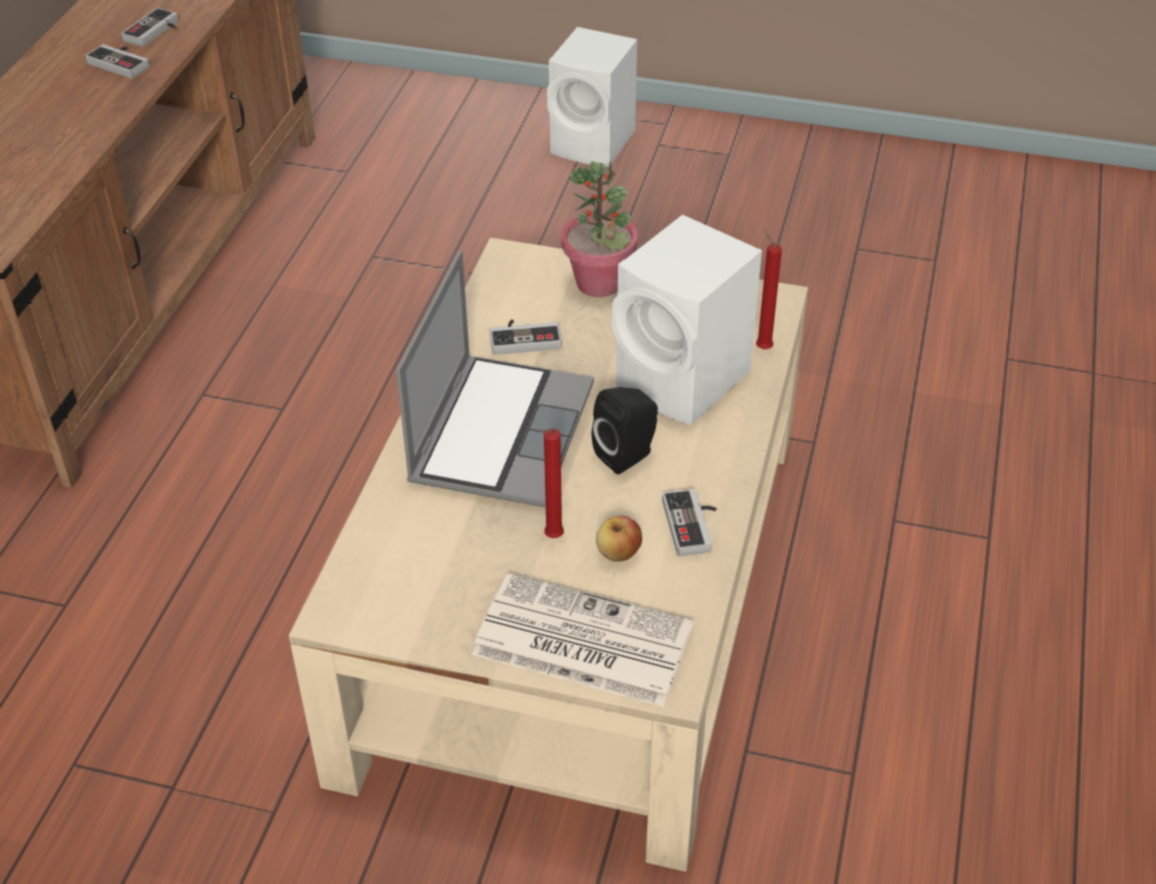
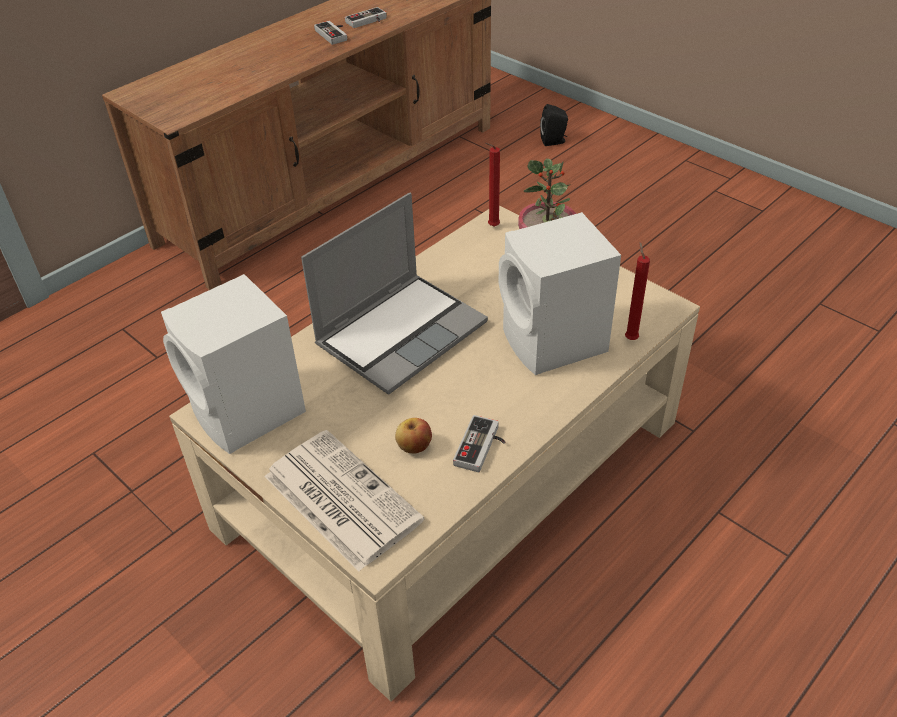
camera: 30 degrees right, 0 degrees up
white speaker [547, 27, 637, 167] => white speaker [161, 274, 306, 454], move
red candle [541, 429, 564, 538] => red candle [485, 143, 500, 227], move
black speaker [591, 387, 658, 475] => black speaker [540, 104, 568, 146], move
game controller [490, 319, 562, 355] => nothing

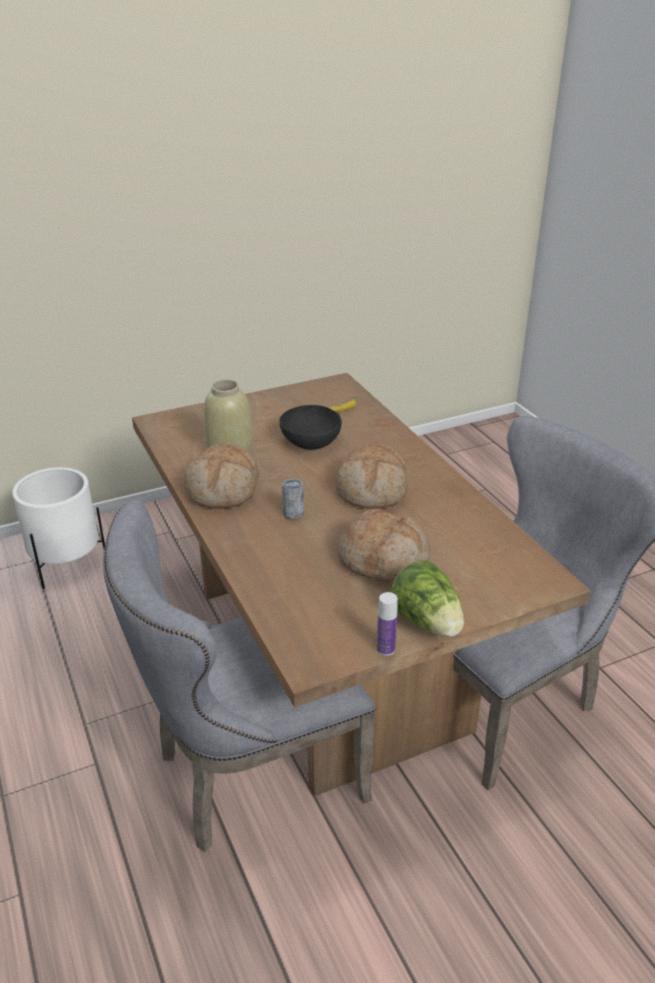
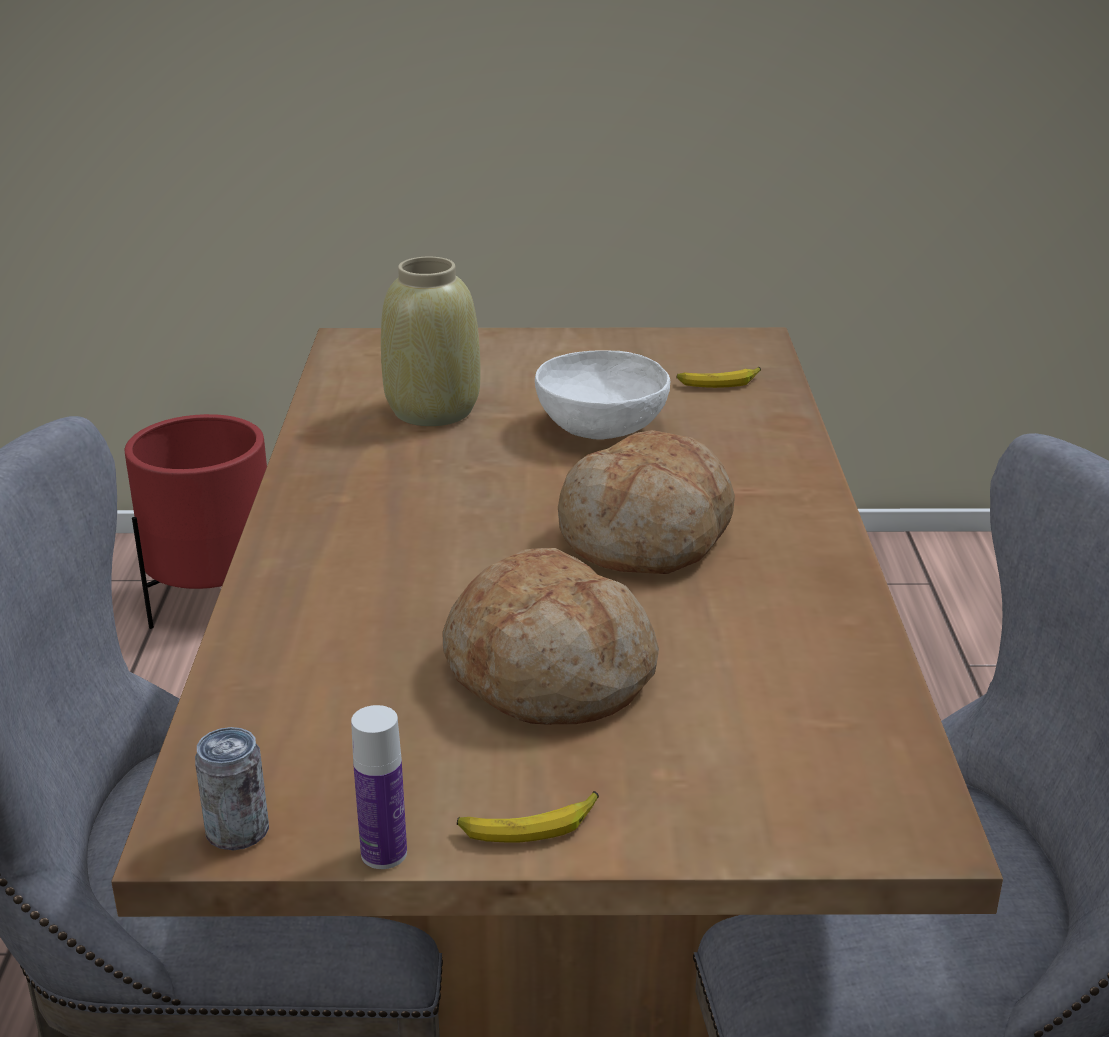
camera: 25 degrees right, 5 degrees down
white planter [12, 467, 105, 589] => red planter [125, 414, 267, 629]
can [282, 479, 304, 520] => can [195, 727, 269, 850], move
lettuce [391, 561, 464, 637] => banana [457, 791, 599, 843]
black bowl [279, 405, 342, 450] => white bowl [535, 350, 670, 440]
bread [184, 444, 259, 509] => nothing

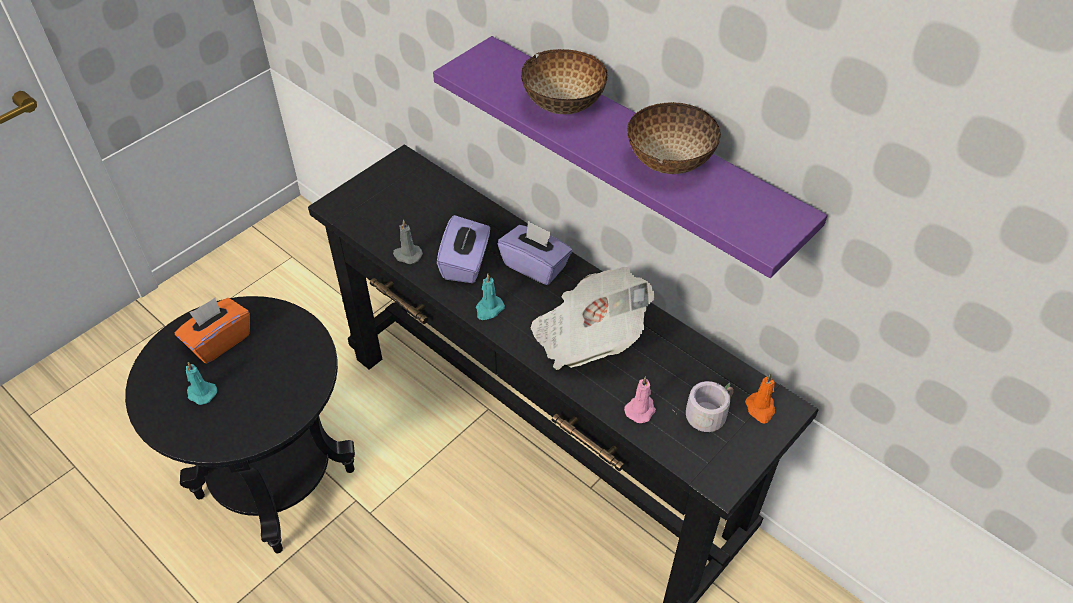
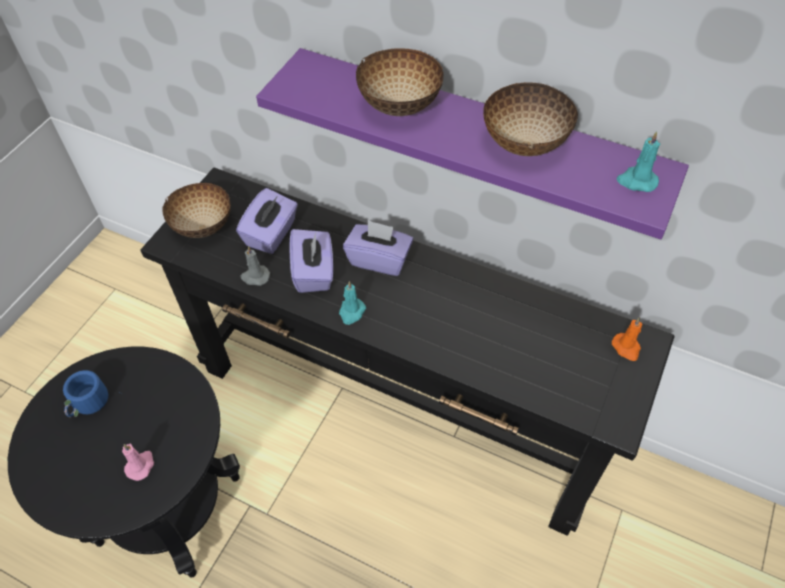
camera: 15 degrees left, 5 degrees up
orange tissue box [175, 298, 250, 363] => blue mug [63, 370, 117, 417]
pink candle [624, 377, 656, 423] => pink candle [122, 444, 154, 481], move
nothing => bowl [162, 183, 231, 238]
nothing => purple tissue box [236, 188, 298, 254]
turquoise candle [186, 362, 217, 405] => turquoise candle [616, 131, 660, 192], move
newspaper [530, 267, 655, 370] => nothing
grey mug [672, 381, 733, 432] => nothing

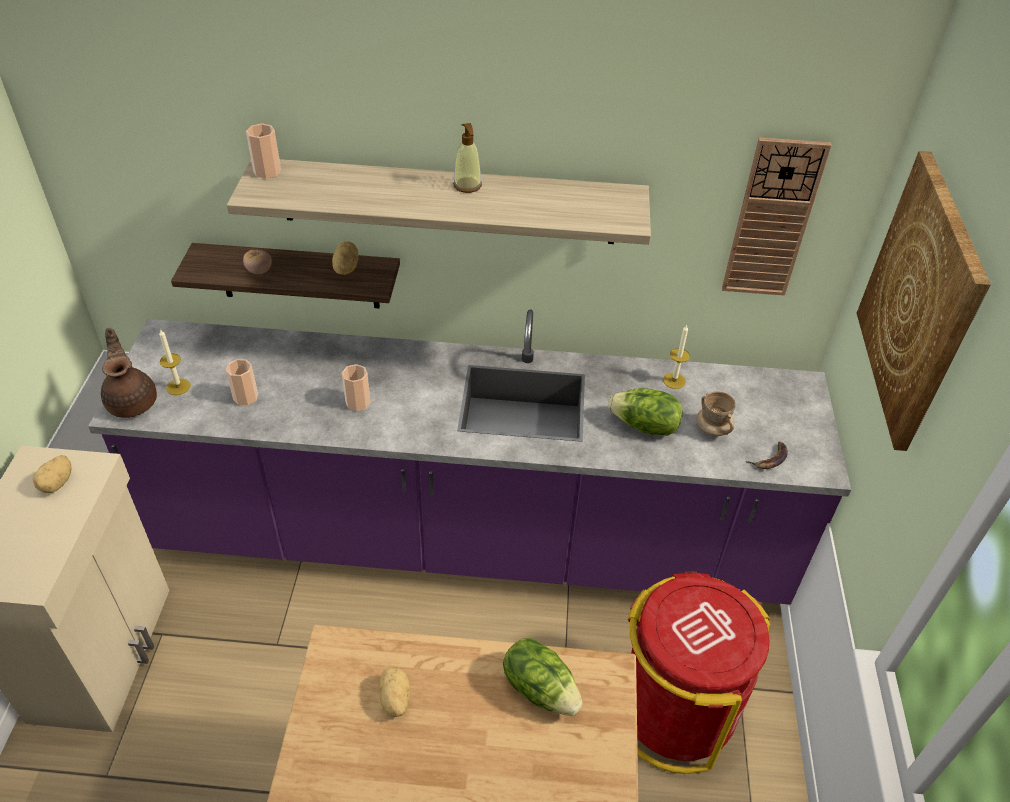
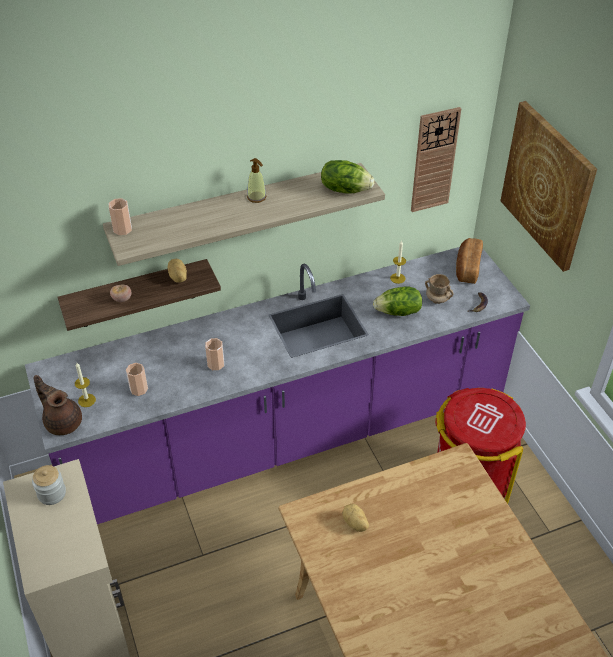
camera: 25 degrees left, 0 degrees up
potato [33, 455, 72, 493] => jar [32, 465, 66, 505]
lettuce [503, 638, 583, 716] => lettuce [321, 160, 374, 194], move
nothing => bread [456, 238, 483, 284]

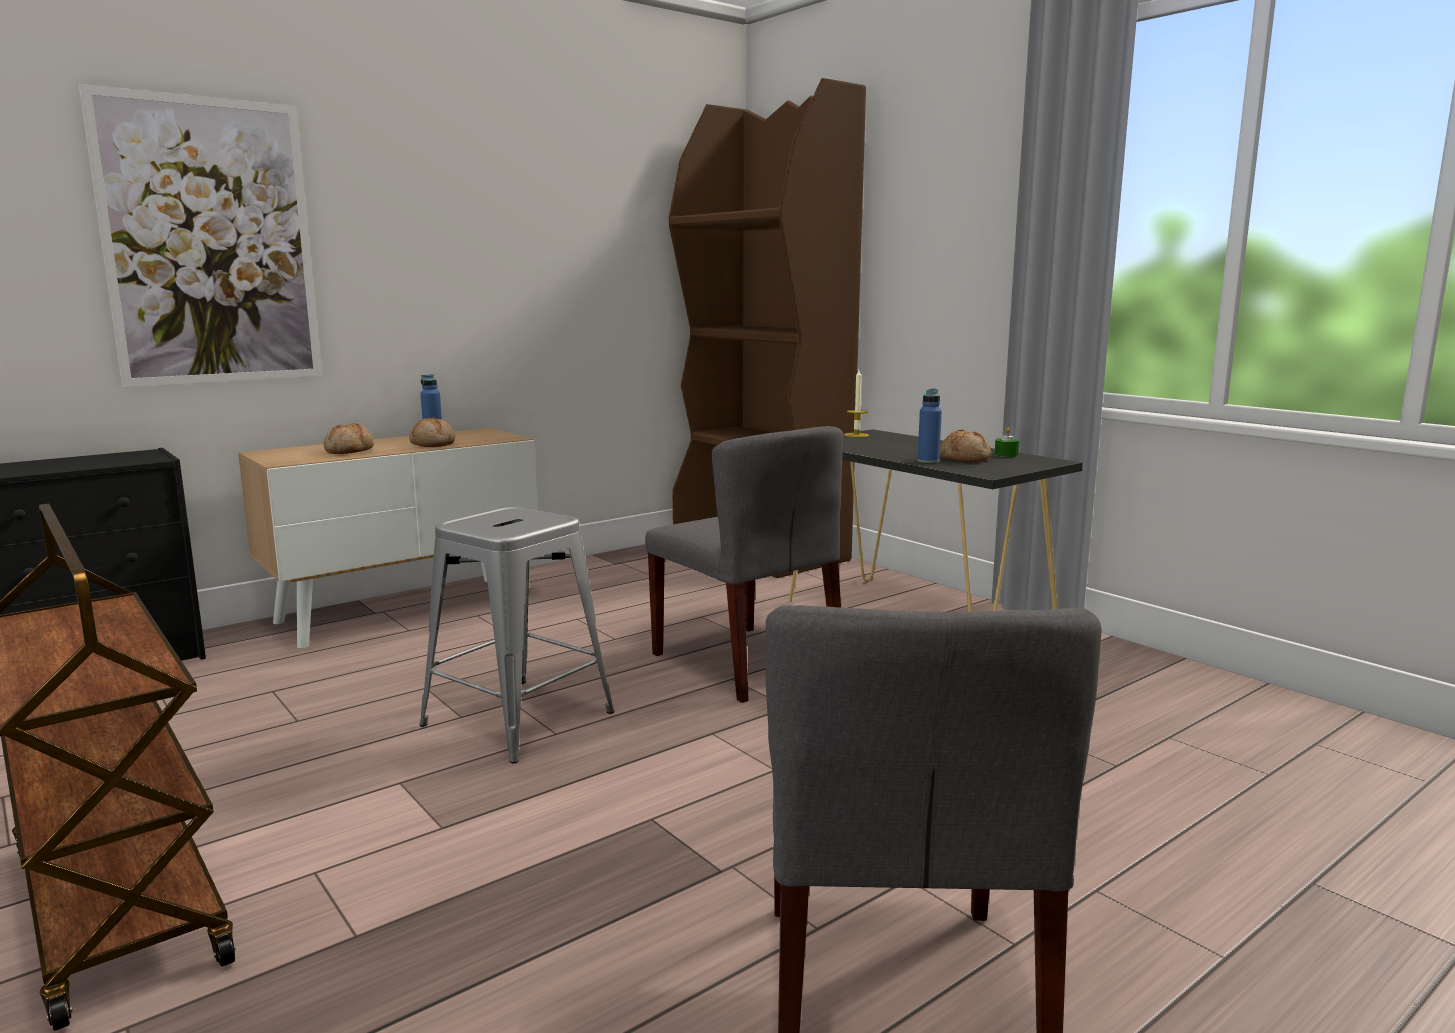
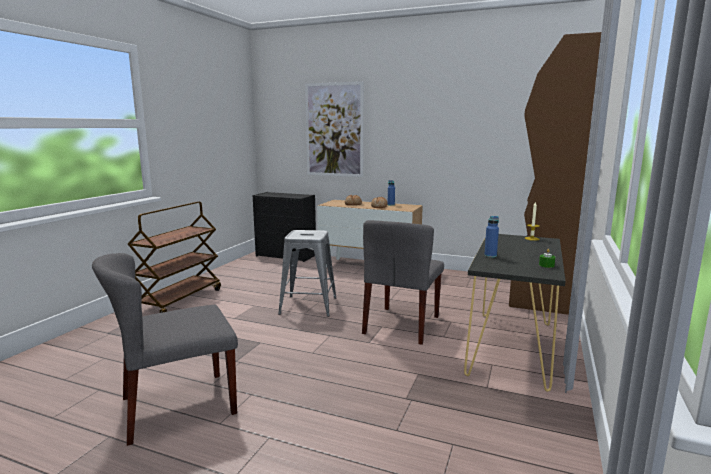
camera: 60 degrees right, 0 degrees up
bread [940, 430, 992, 462] => nothing

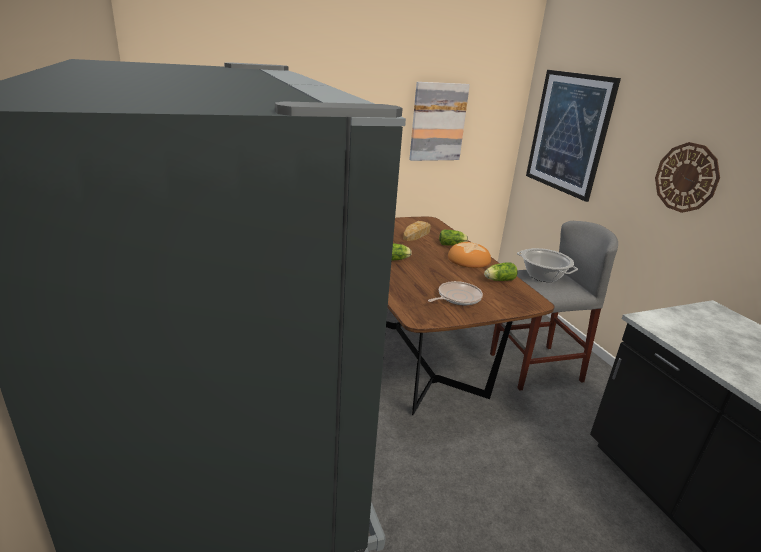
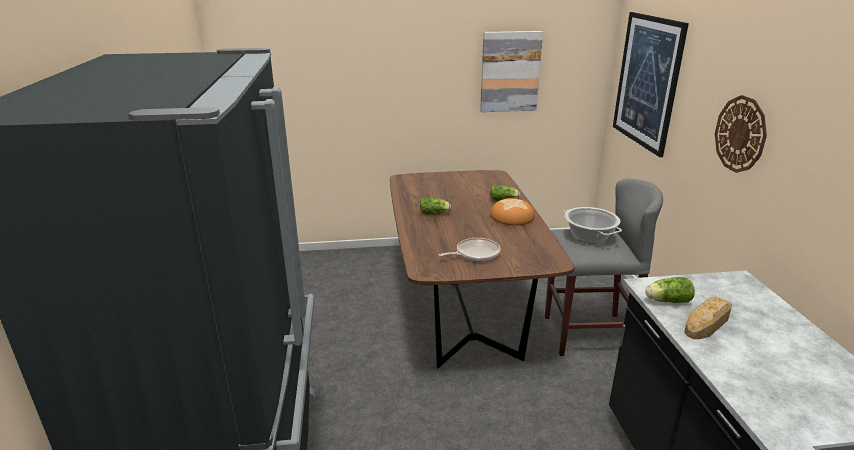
camera: 15 degrees right, 0 degrees up
lettuce [484, 262, 517, 281] => lettuce [645, 277, 695, 303], move
bread [403, 221, 431, 241] => bread [684, 297, 732, 339], move

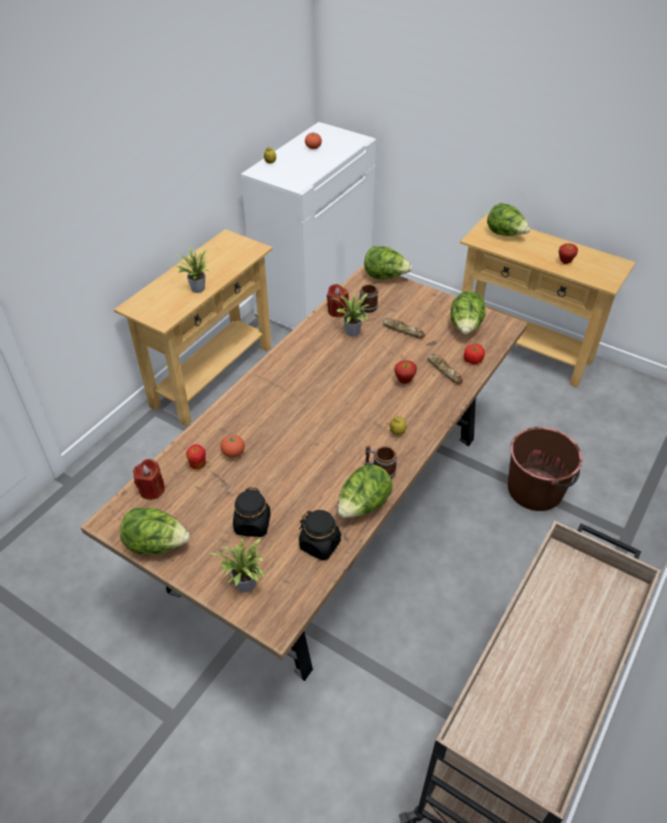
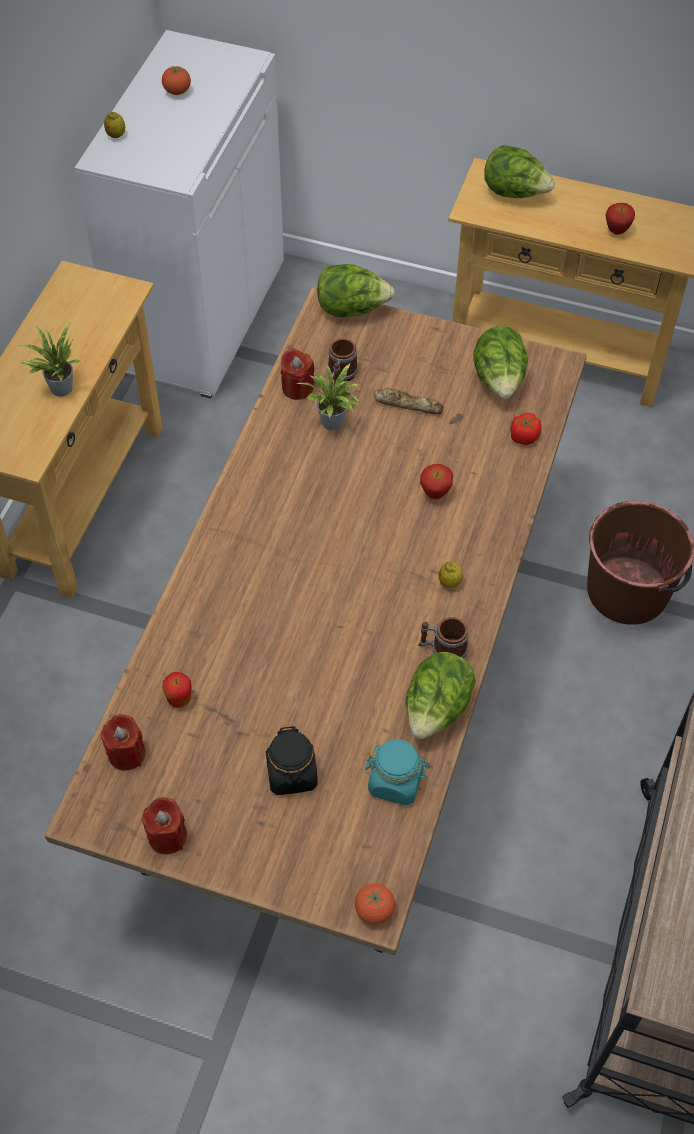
camera: 15 degrees left, 10 degrees up
lettuce [120, 508, 190, 554] => red candle [142, 797, 187, 854]
tomato [220, 434, 245, 458] => tomato [355, 884, 395, 924], move
black jar [299, 510, 342, 560] => turquoise jar [365, 739, 430, 805]
potted plant [210, 537, 265, 592] => nothing
bread [428, 353, 463, 384] => nothing

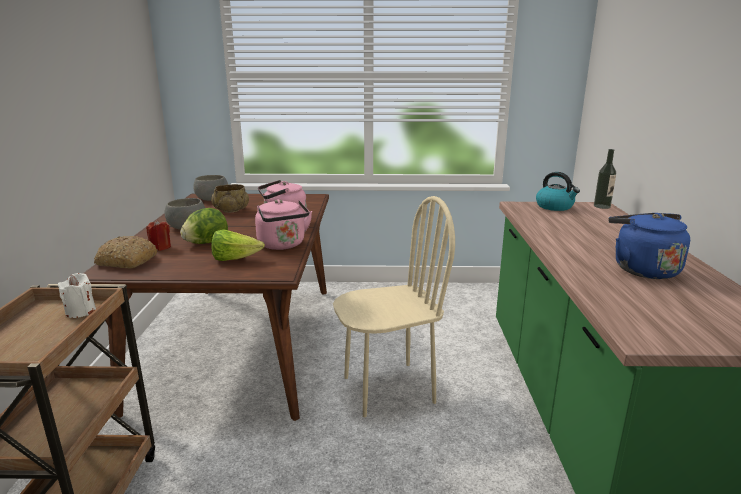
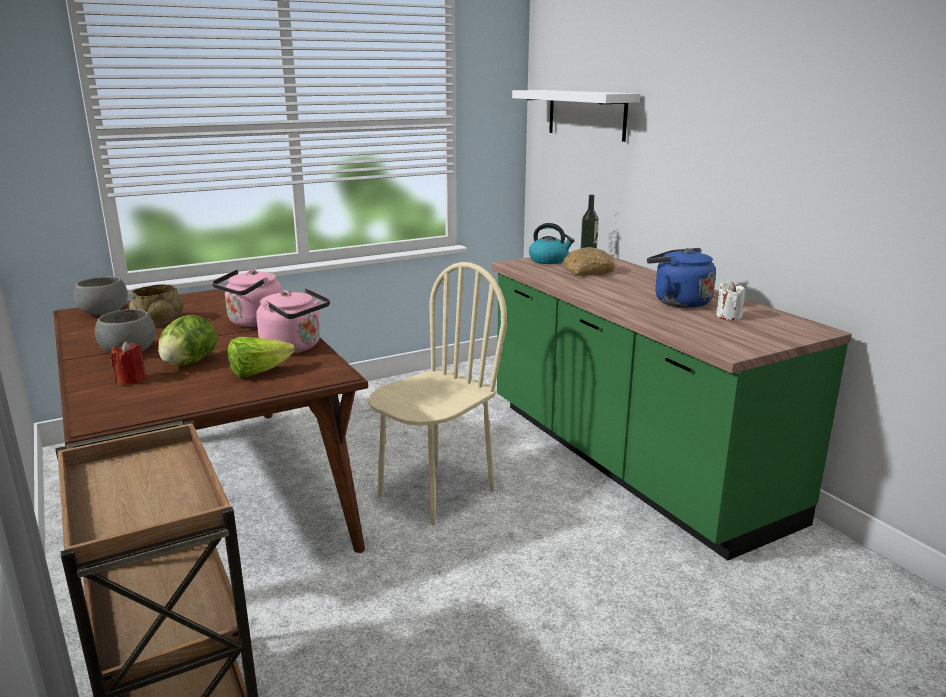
camera: 30 degrees left, 0 degrees up
nothing => white shelf [512, 90, 640, 142]
bread [94, 236, 158, 268] => bread [562, 247, 615, 276], move
white candle [58, 273, 96, 318] => white candle [716, 281, 746, 320], move

